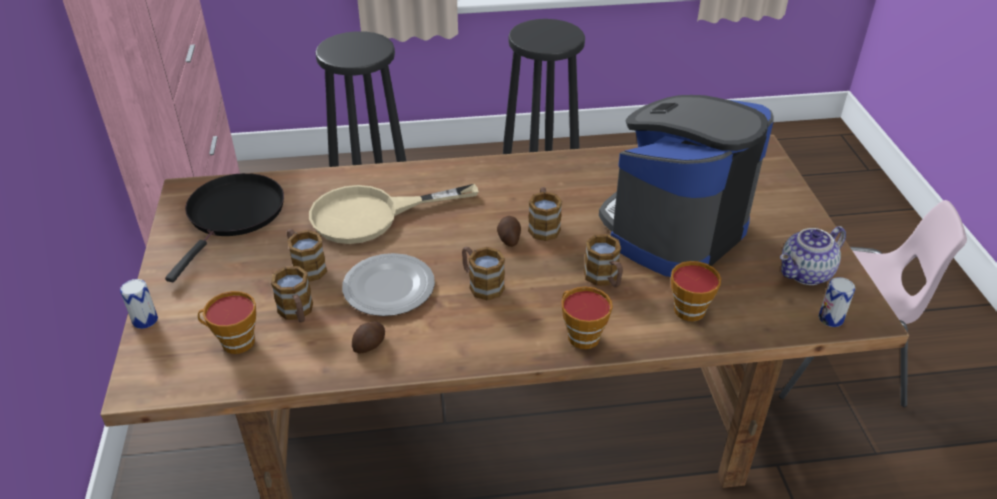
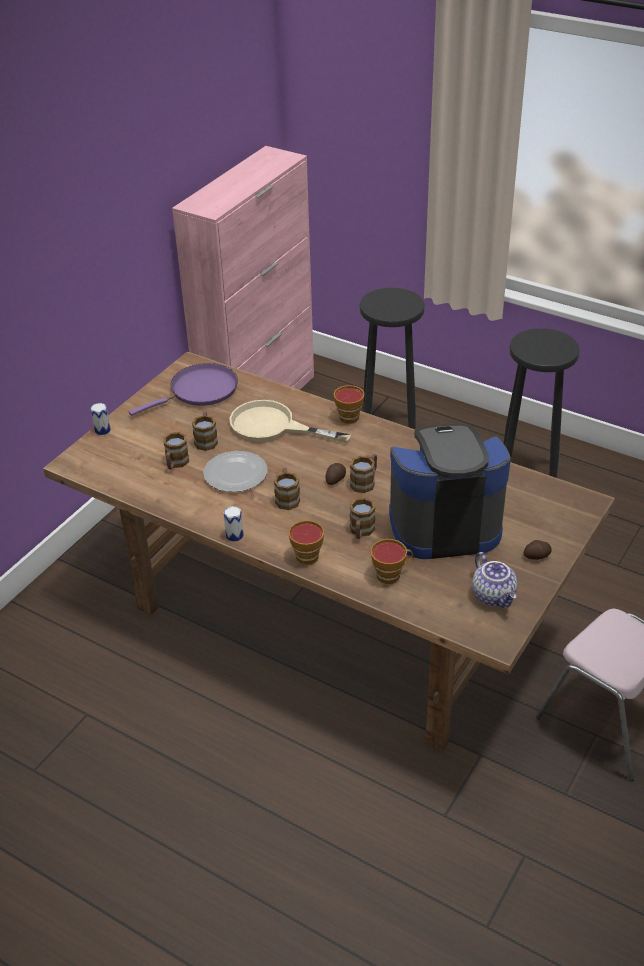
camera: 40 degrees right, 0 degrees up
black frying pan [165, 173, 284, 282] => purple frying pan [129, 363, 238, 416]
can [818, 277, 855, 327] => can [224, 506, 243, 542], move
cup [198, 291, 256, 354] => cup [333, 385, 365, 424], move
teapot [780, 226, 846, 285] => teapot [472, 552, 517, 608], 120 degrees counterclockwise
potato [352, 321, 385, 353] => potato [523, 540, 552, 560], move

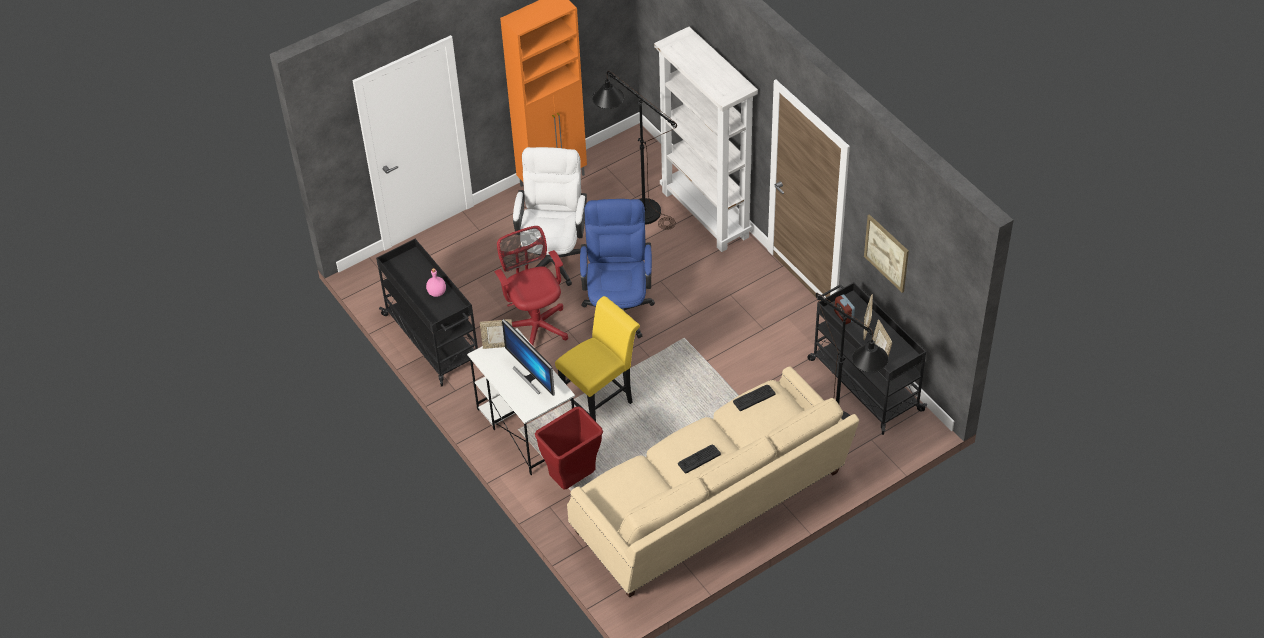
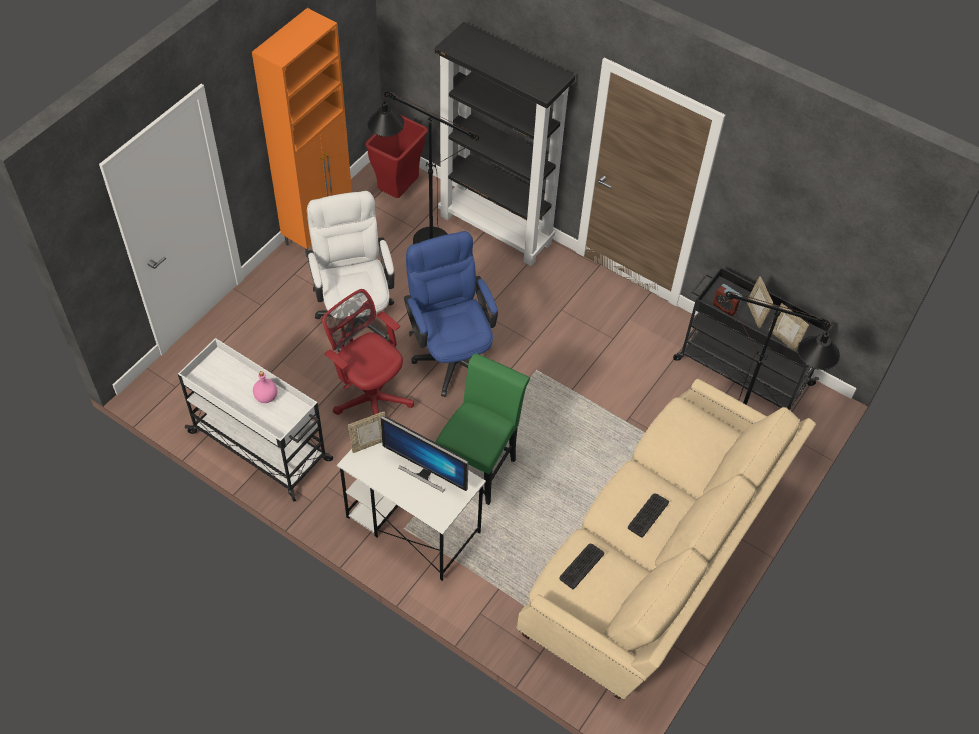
camera: 25 degrees left, 5 degrees up
black cart [376, 239, 478, 387] => white cart [178, 338, 333, 502]
red trash can [535, 406, 603, 490] => red trash can [365, 114, 428, 198], move
white bookcase [654, 27, 758, 252] => black bookcase [435, 22, 575, 266]
yellow chair [555, 296, 640, 421] => green chair [435, 353, 530, 505]
keyboard [733, 385, 775, 411] => keyboard [559, 544, 604, 589], move
picture [864, 214, 909, 293] => nothing

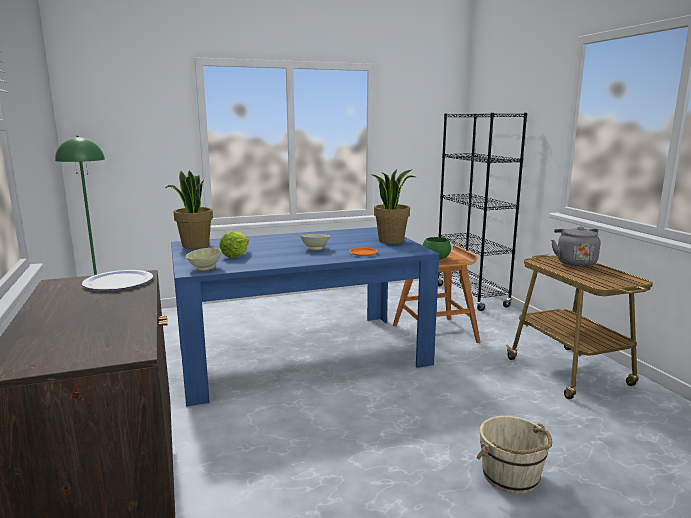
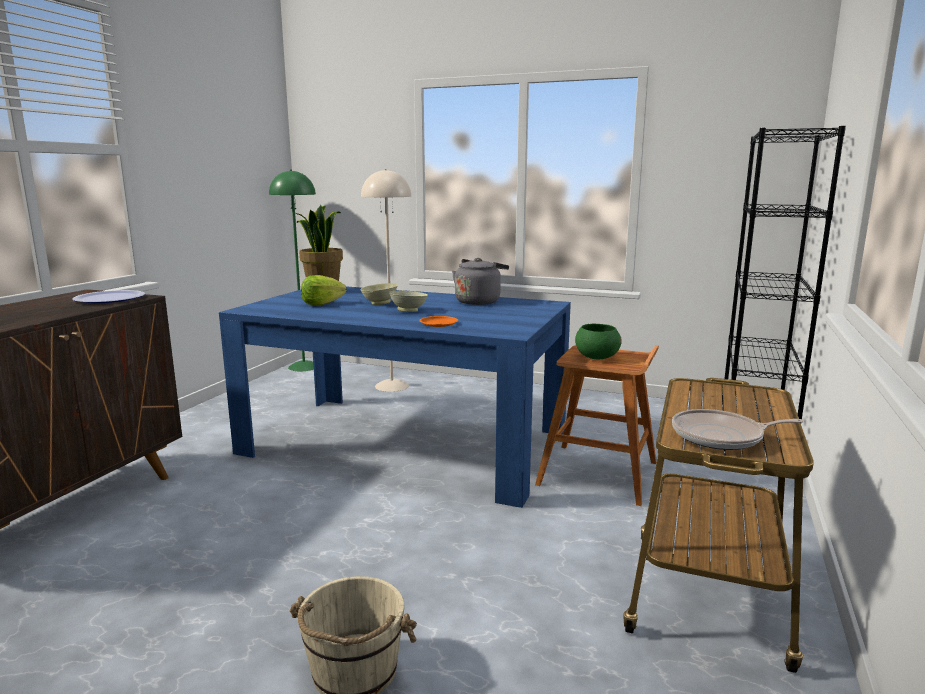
camera: 40 degrees right, 0 degrees up
beige bowl [186, 248, 221, 271] => beige bowl [360, 283, 398, 305], move
nothing => beige floor lamp [361, 169, 411, 392]
grey kettle [551, 227, 601, 267] => grey kettle [452, 258, 509, 305], move
nothing => frying pan [672, 409, 804, 450]
potted plant [371, 169, 415, 244] => nothing

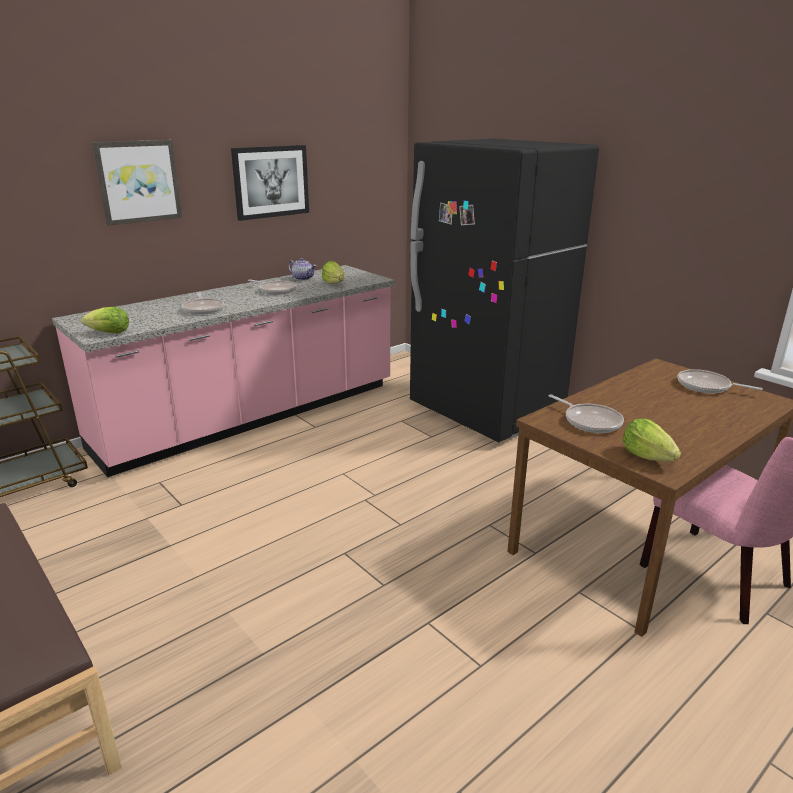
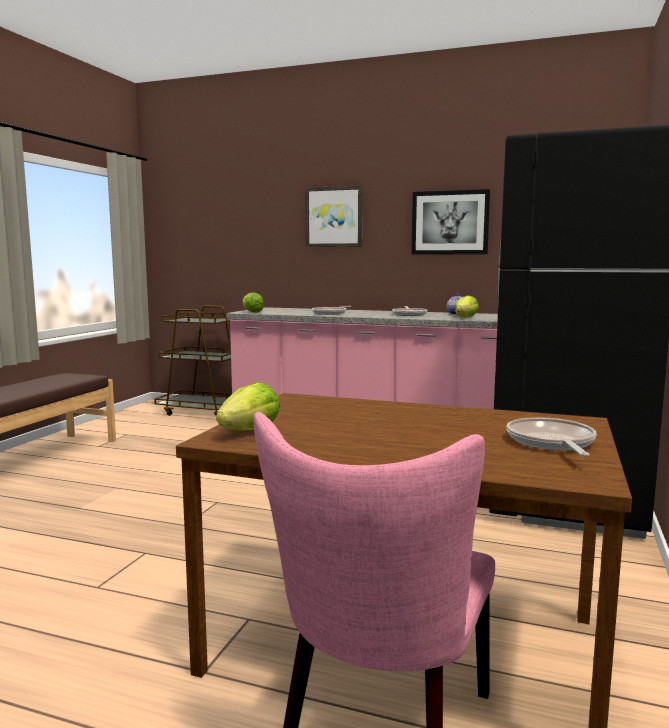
camera: 60 degrees right, 15 degrees down
frying pan [549, 394, 624, 433] => nothing

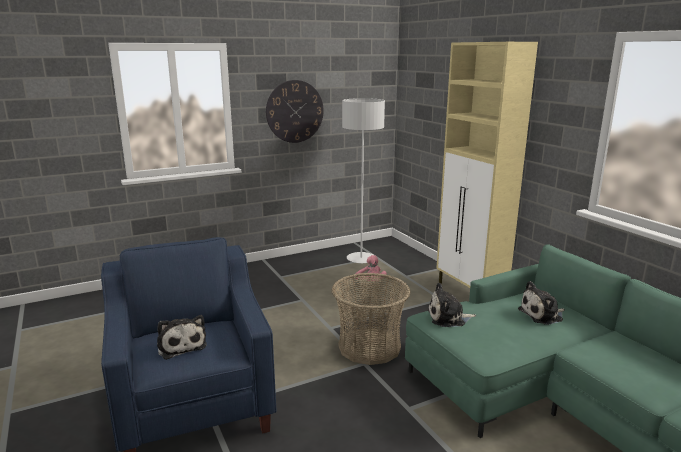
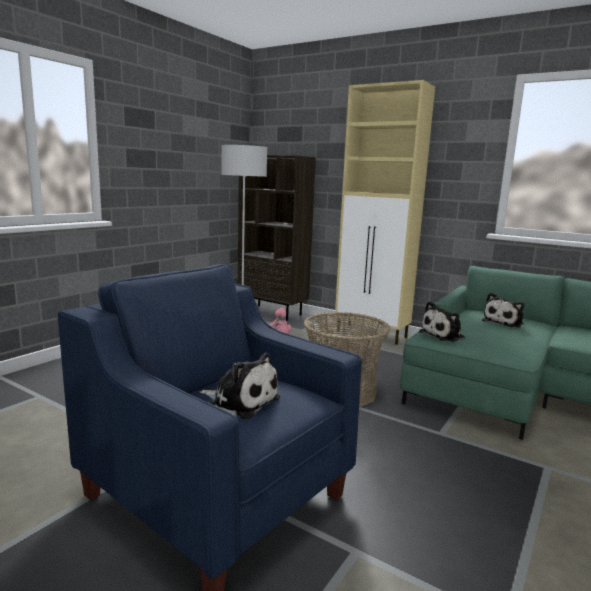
camera: 30 degrees left, 5 degrees down
nothing => brown bookcase [238, 155, 316, 321]
wall clock [266, 80, 324, 143] => nothing

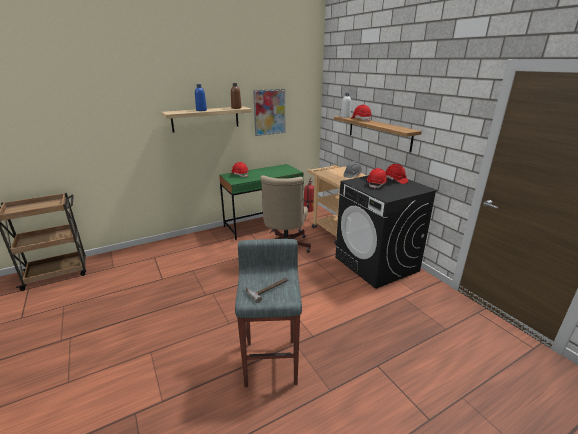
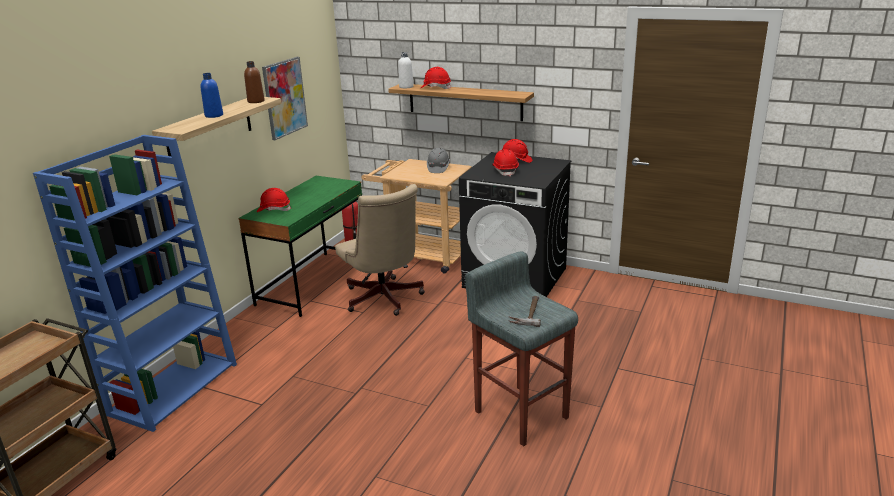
camera: 35 degrees left, 0 degrees up
nothing => blue bookcase [33, 135, 237, 432]

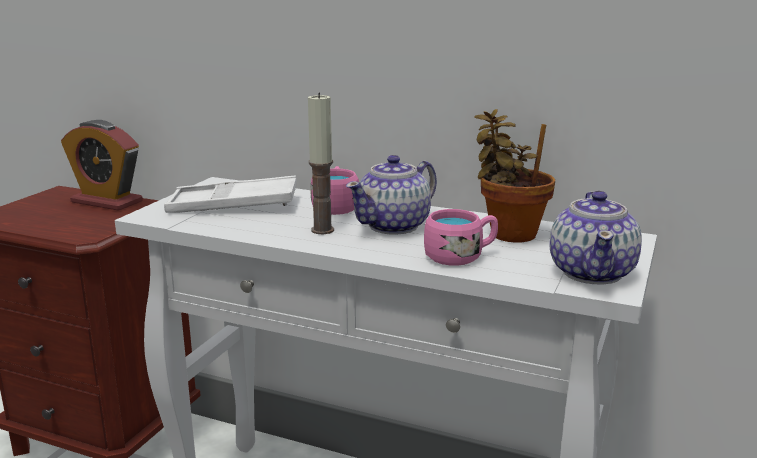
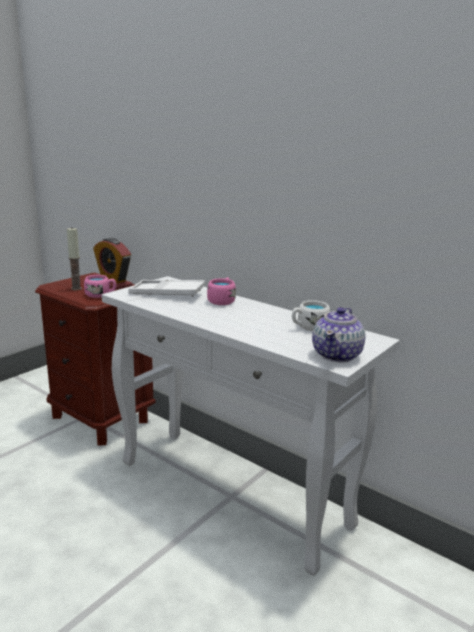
camera: 15 degrees right, 0 degrees up
candle [308, 92, 334, 234] => candle [67, 228, 82, 290], move
pink mug [424, 209, 498, 266] => pink mug [84, 275, 116, 298], move
potted plant [475, 109, 555, 243] => white mug [292, 300, 330, 331]
teapot [346, 155, 437, 235] => nothing

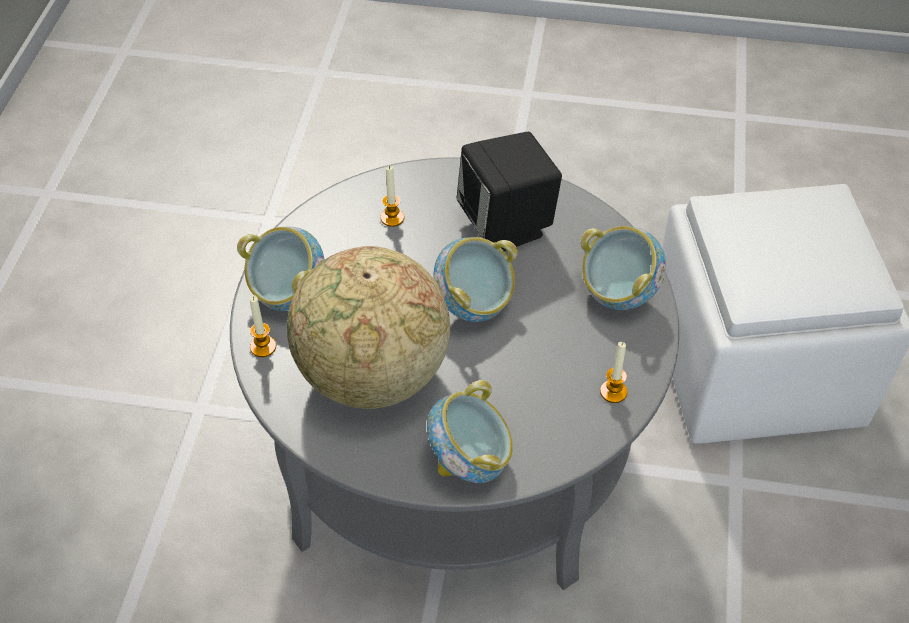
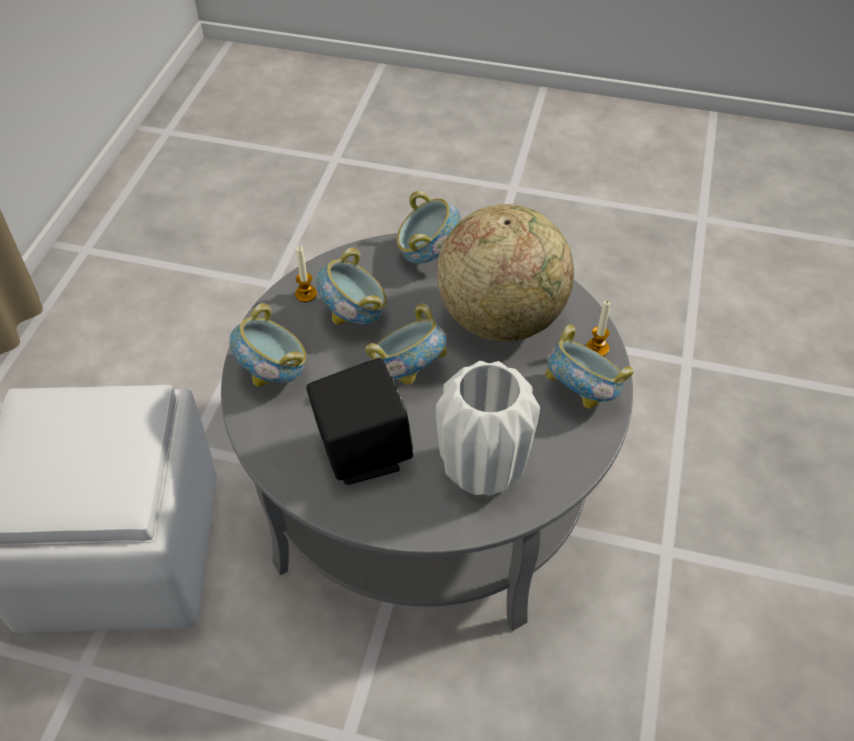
camera: 175 degrees left, 0 degrees up
nothing => bowl [316, 248, 386, 325]
candle [380, 166, 404, 227] => white vase [436, 361, 540, 496]

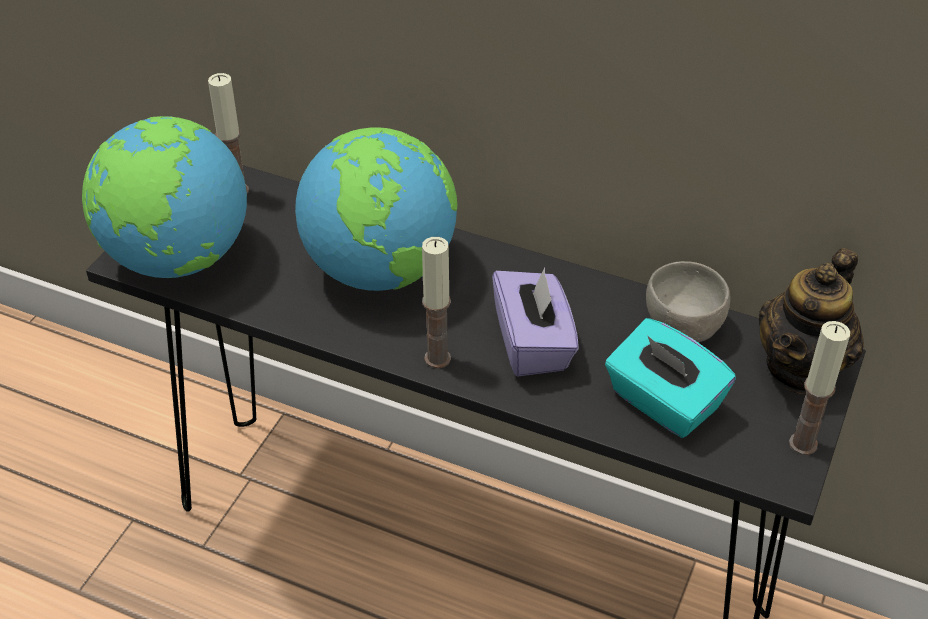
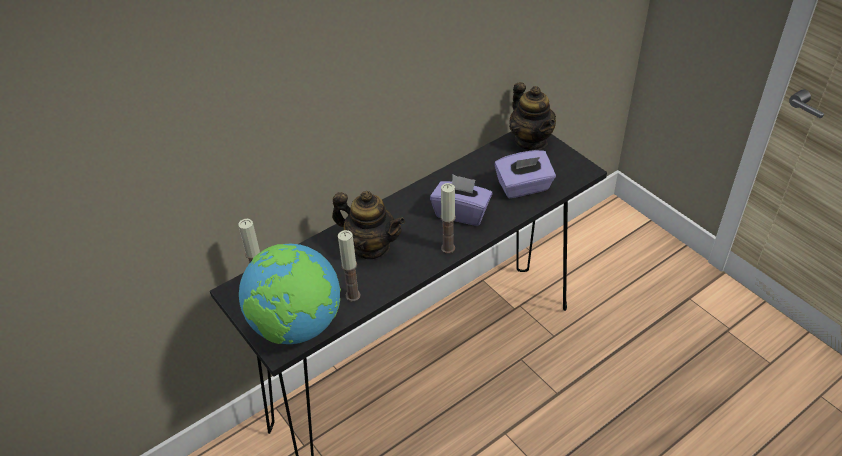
camera: 60 degrees left, 0 degrees up
globe [295, 127, 457, 291] => teapot [332, 191, 405, 259]
candle [789, 321, 850, 455] => candle [338, 230, 361, 301], move
turquoise tissue box [605, 318, 736, 438] => purple tissue box [494, 150, 556, 198]
grey bowl [646, 261, 730, 343] => nothing

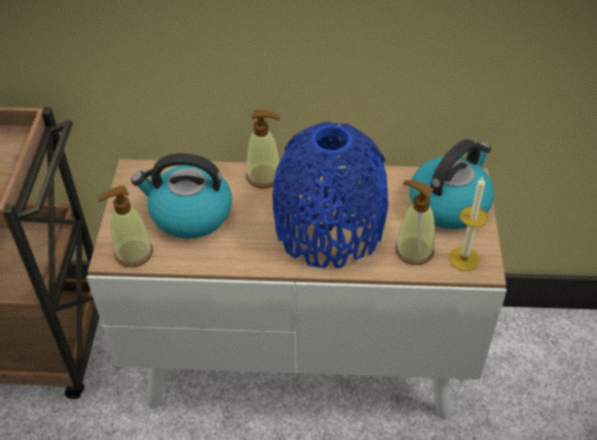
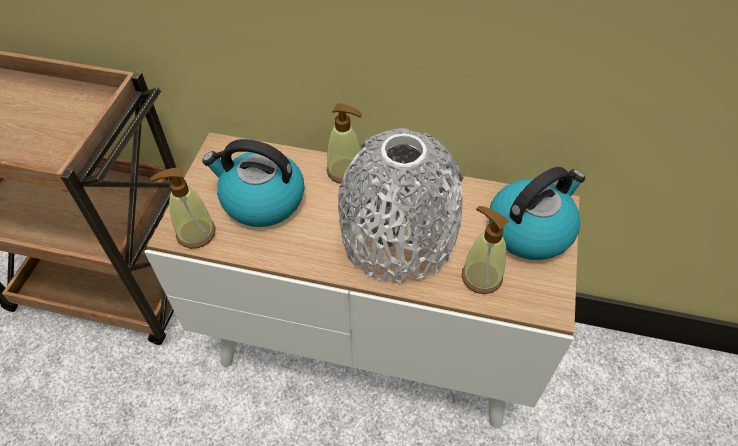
camera: 10 degrees right, 5 degrees up
blue vase [273, 122, 388, 268] => grey vase [338, 128, 464, 284]
candle [449, 177, 488, 271] => nothing

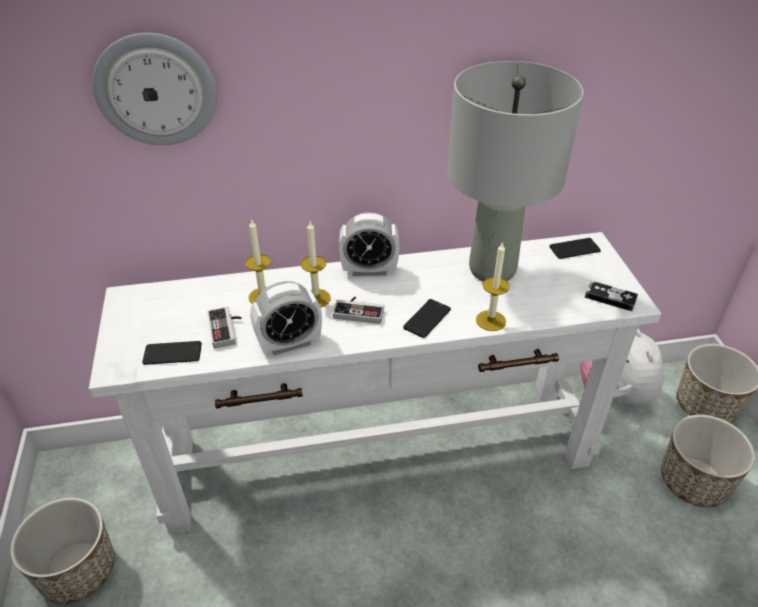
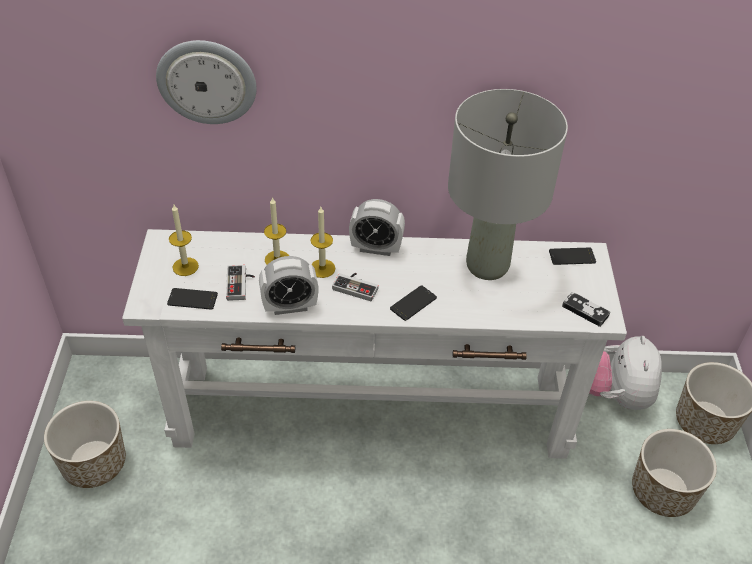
camera: 10 degrees right, 5 degrees up
candle [476, 242, 510, 331] => candle [169, 205, 199, 276], move

